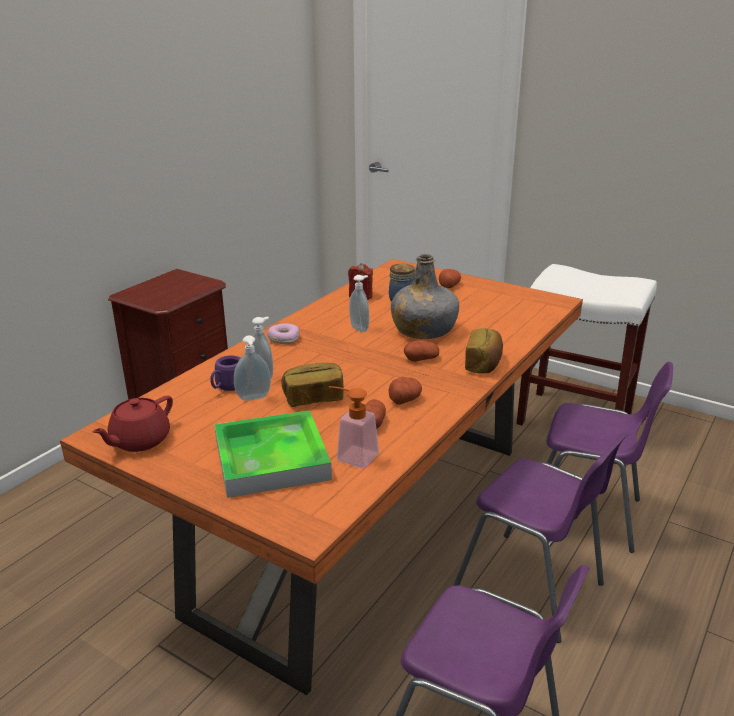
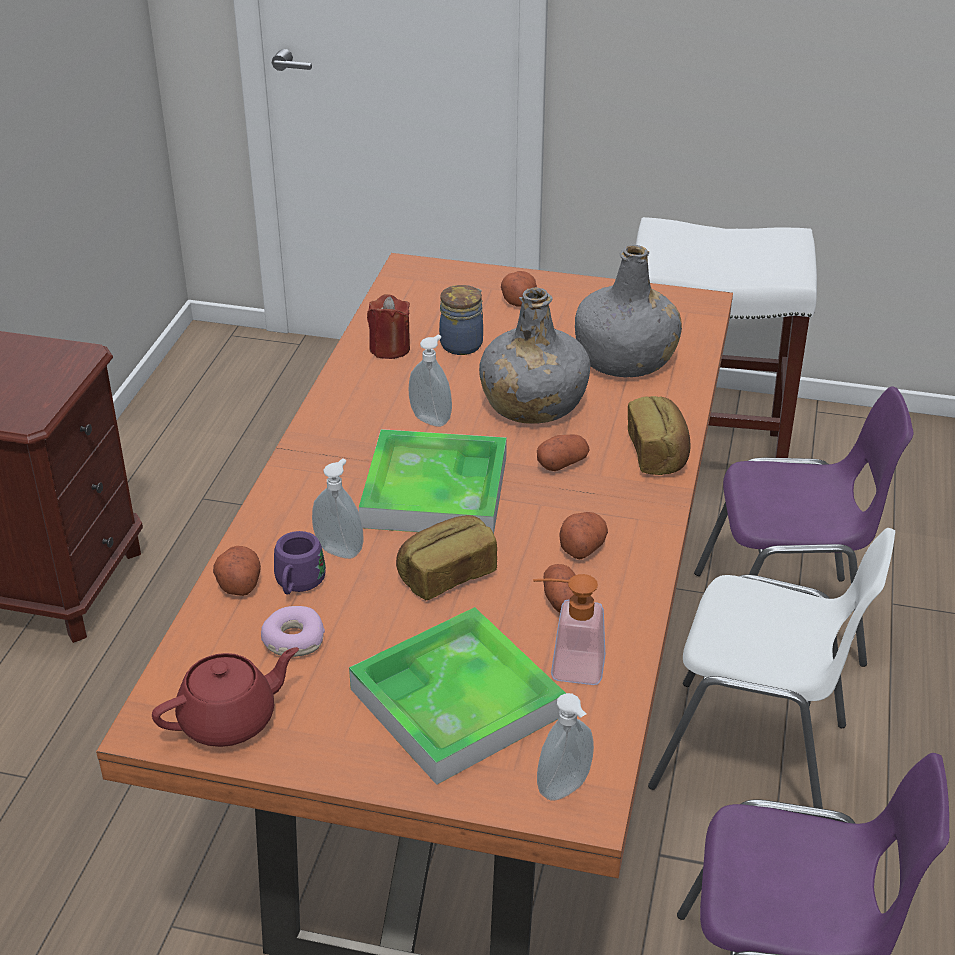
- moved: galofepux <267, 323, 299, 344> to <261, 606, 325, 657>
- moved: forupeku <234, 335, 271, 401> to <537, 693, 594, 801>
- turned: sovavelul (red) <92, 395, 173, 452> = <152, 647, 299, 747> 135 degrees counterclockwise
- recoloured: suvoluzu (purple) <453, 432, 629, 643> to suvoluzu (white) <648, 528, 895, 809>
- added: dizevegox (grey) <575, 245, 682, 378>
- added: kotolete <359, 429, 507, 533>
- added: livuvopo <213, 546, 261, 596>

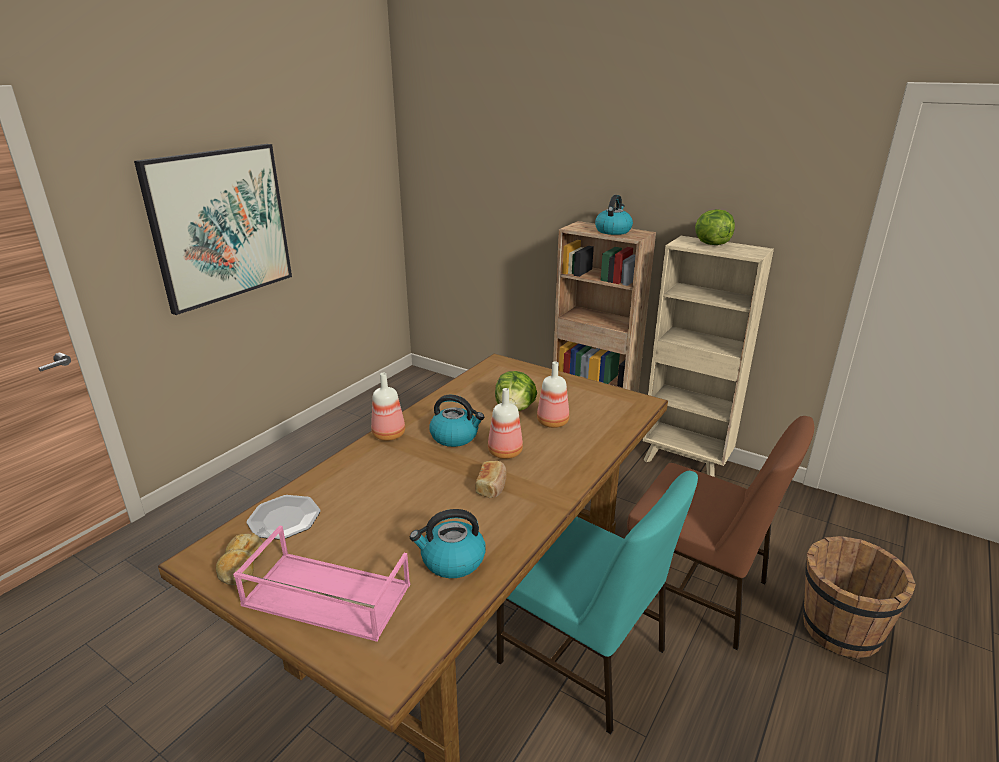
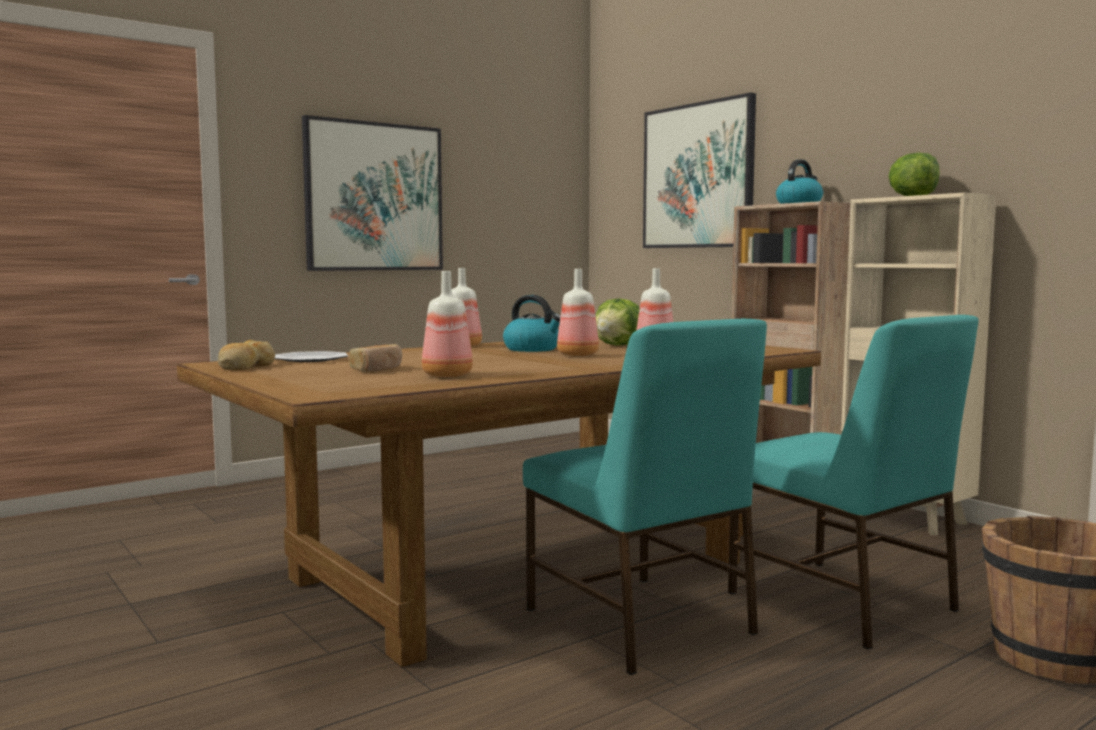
- recoloured: suvoluzu (brown) <627, 416, 814, 650> to suvoluzu (turquoise) <728, 315, 978, 650>
- moved: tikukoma <475, 461, 506, 498> to <349, 344, 402, 372>
- replaced: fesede <410, 509, 486, 578> to dizevegox <422, 271, 473, 377>
- removed: kotolete (pink) <233, 525, 410, 642>
- added: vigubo <643, 92, 756, 248>

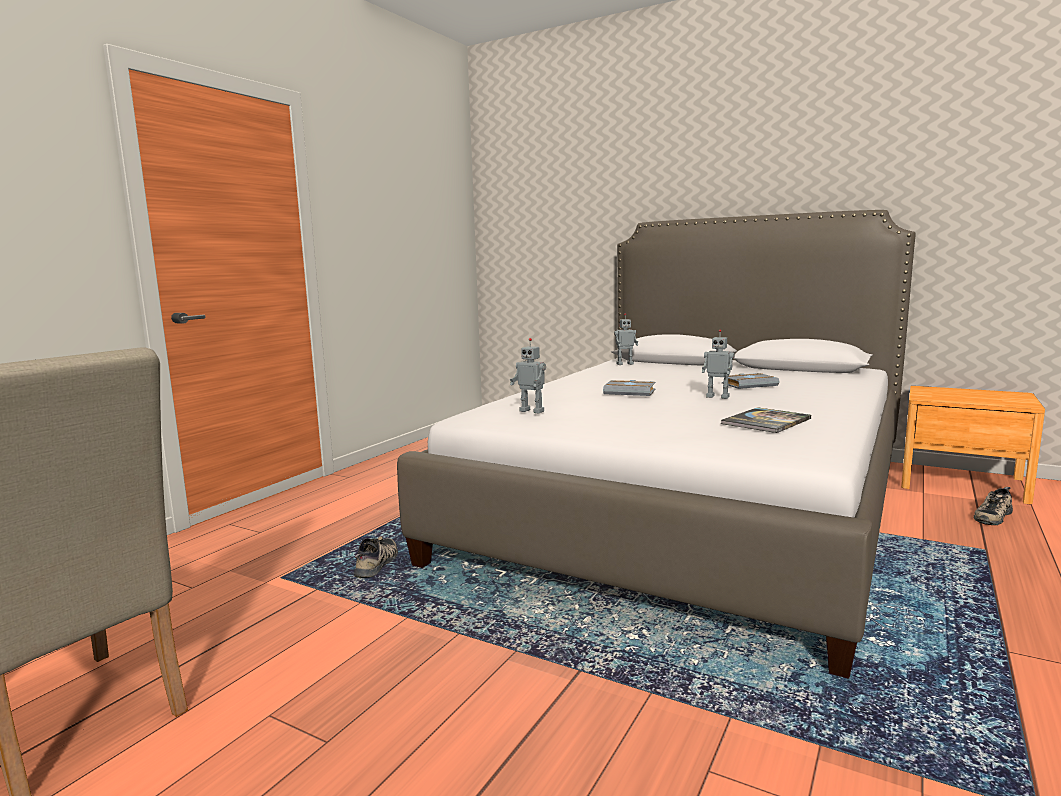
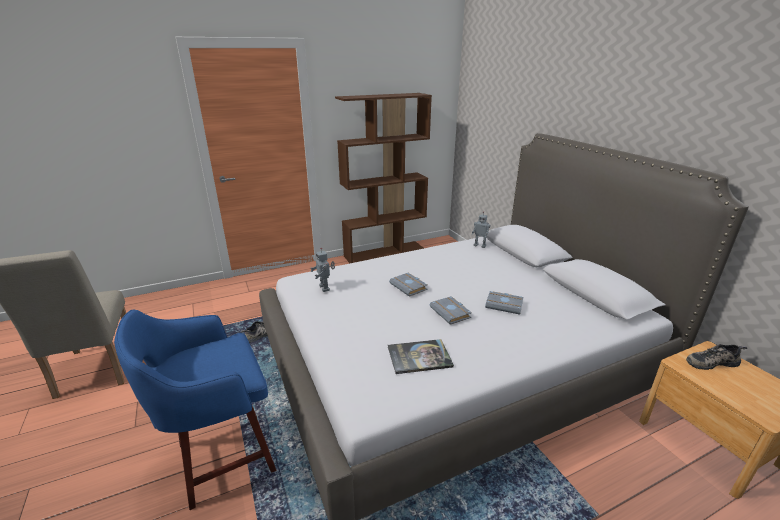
- replaced: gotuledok <702, 329, 735, 399> to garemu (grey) <430, 296, 472, 325>
- moved: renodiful <974, 487, 1013, 525> to <686, 344, 747, 370>
- added: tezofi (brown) <335, 93, 432, 263>
- added: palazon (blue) <114, 309, 276, 510>

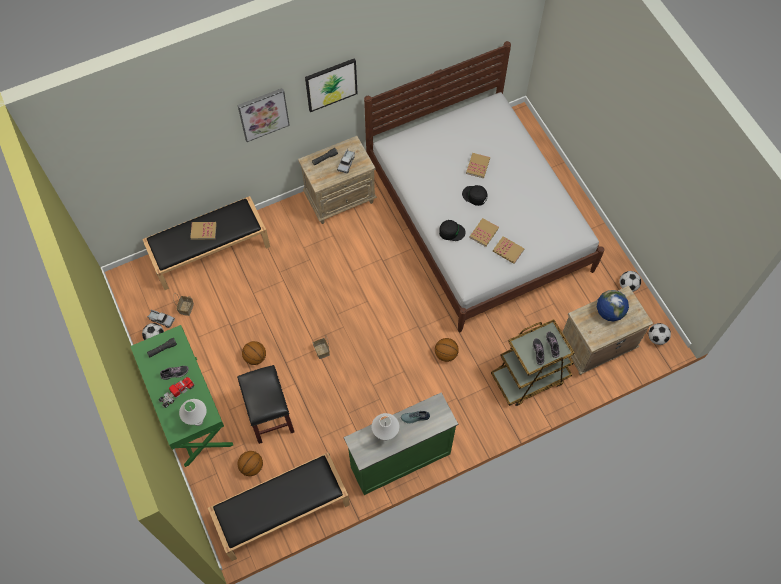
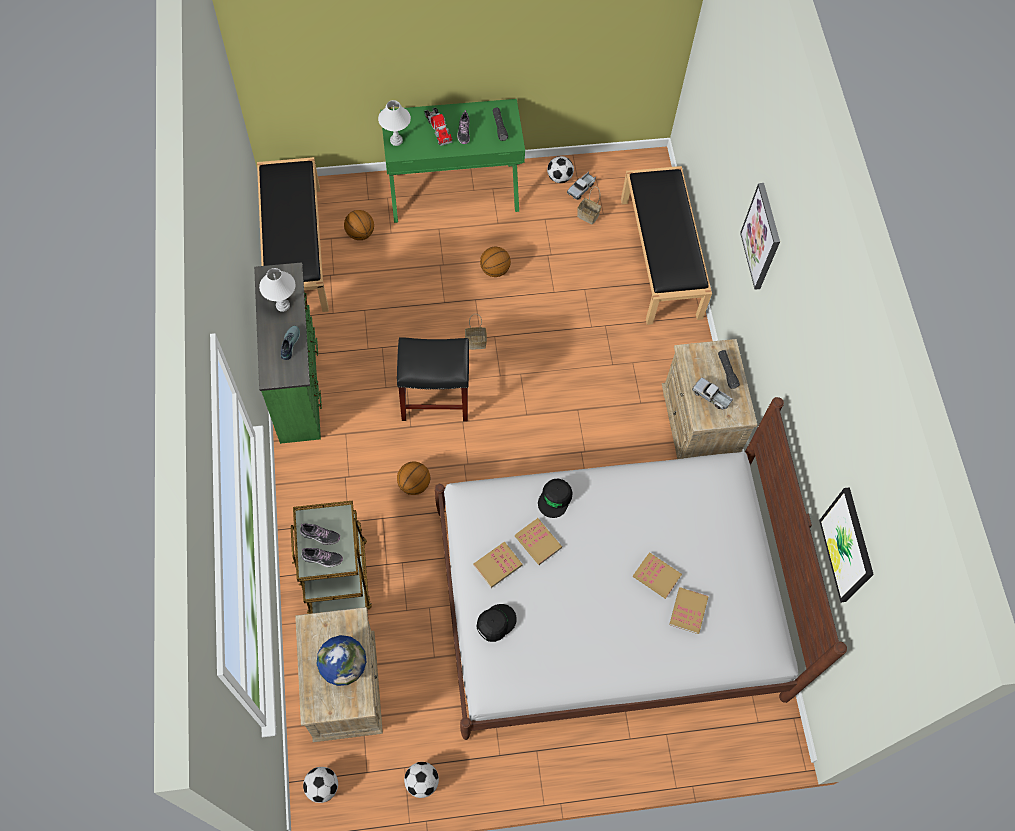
- moved: vigubo <305, 58, 358, 112> to <819, 487, 874, 602>
- moved: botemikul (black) <462, 185, 488, 206> to <476, 604, 517, 642>
- moved: garemu <190, 222, 217, 240> to <669, 587, 709, 634>
- moved: palazon (black) <237, 365, 295, 444> to <397, 337, 469, 421>

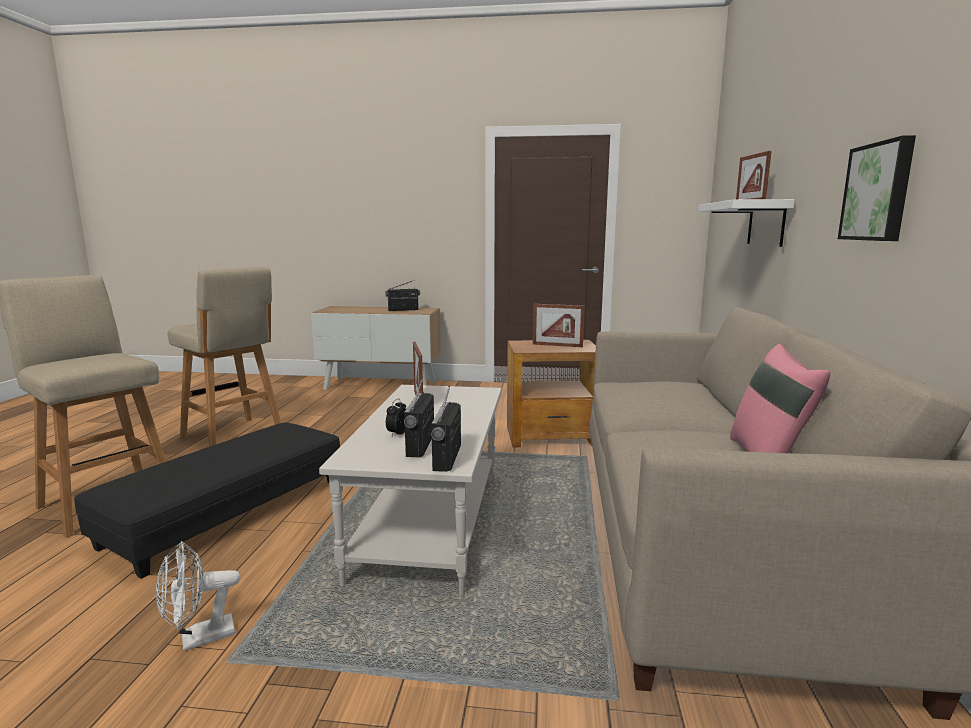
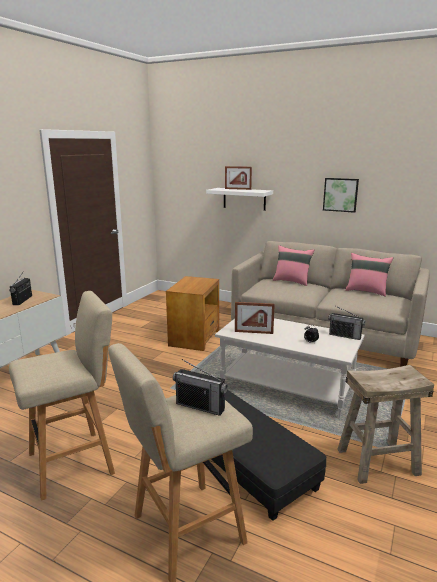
- removed: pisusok <533, 304, 585, 347>
- moved: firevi <404, 377, 434, 457> to <173, 359, 228, 416>
- replaced: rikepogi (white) <156, 541, 240, 651> to palazon (beige) <337, 365, 434, 484>
- added: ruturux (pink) <273, 245, 314, 286>

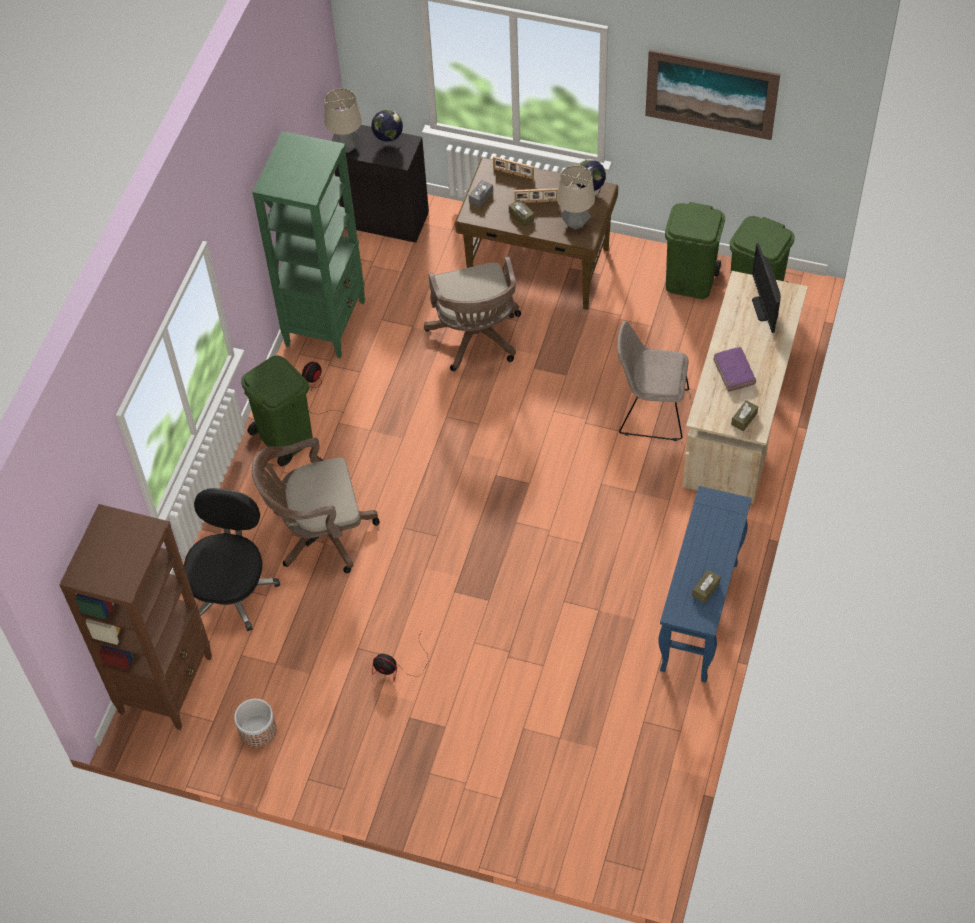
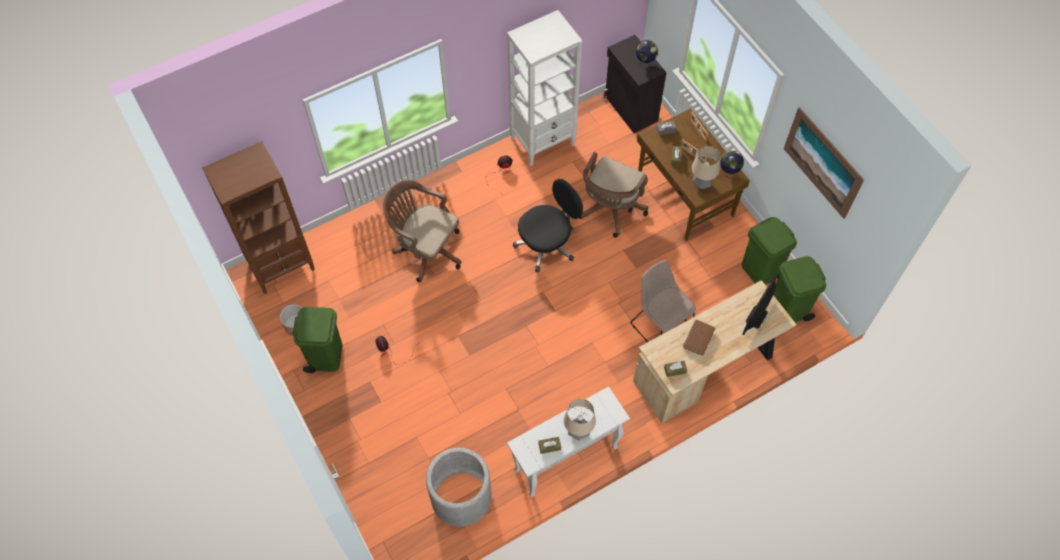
- moved: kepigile <325, 88, 362, 153> to <564, 399, 596, 441>
- recoloured: tezofi (green) <252, 131, 365, 358> to tezofi (white) <507, 10, 583, 166>
- recoloured: garemu (purple) <713, 347, 756, 392> to garemu (brown) <683, 320, 716, 356>
- moved: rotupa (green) <241, 356, 313, 466> to <293, 307, 343, 373>
- recoloured: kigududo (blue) <658, 486, 752, 683> to kigududo (white) <507, 387, 630, 497>
- moved: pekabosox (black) <184, 488, 280, 631> to <513, 179, 583, 273>
- added: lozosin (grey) <426, 448, 492, 527>

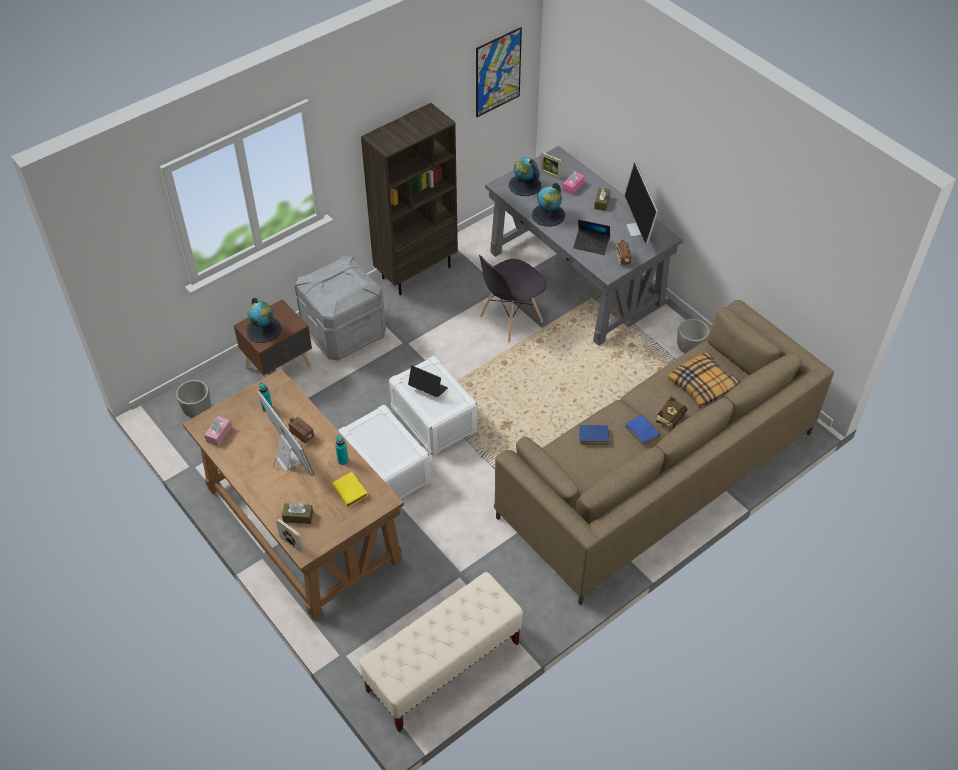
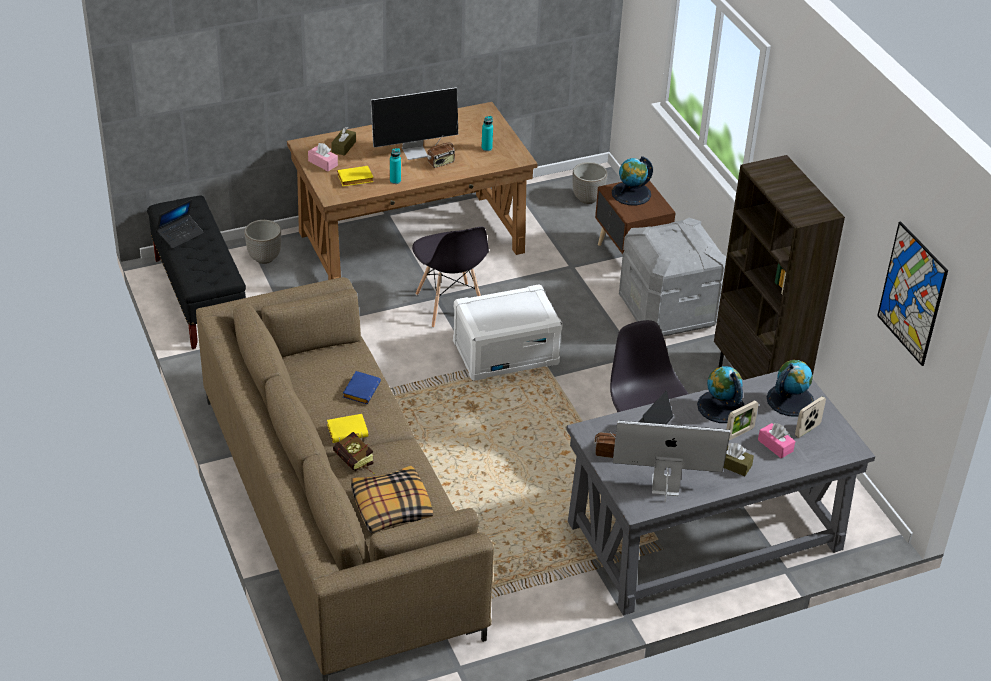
- moved: lozosin <677, 319, 709, 353> to <244, 220, 281, 264>
- moved: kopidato <408, 366, 448, 397> to <156, 199, 204, 249>
- replaced: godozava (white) <338, 405, 431, 499> to suvoluzu (grey) <412, 227, 489, 328>
- recoloured: garemu (blue) <625, 415, 660, 446> to garemu (yellow) <327, 414, 369, 443>
- moved: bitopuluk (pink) <204, 416, 232, 446> to <308, 143, 338, 171>
- moved: pisusok <276, 519, 304, 553> to <726, 400, 759, 440>
- recoloured: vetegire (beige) <359, 572, 523, 732> to vetegire (black) <147, 196, 246, 349>

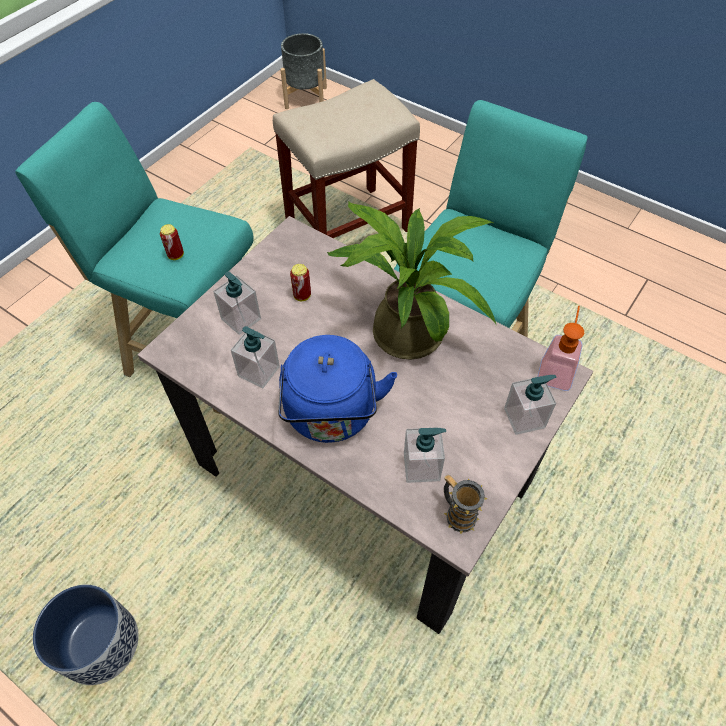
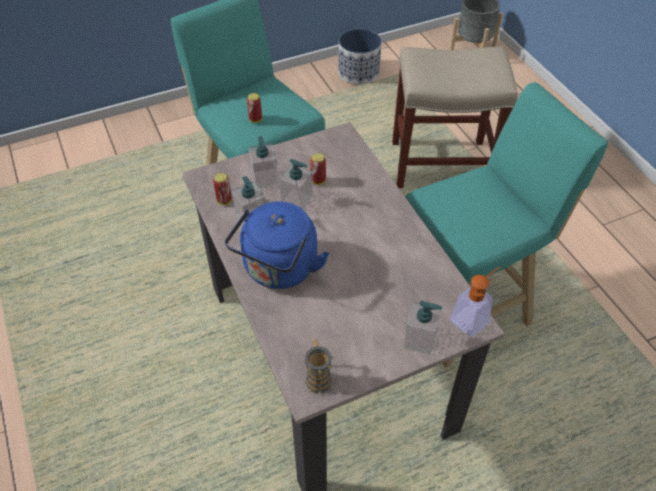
- removed: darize <327, 202, 497, 360>
- moved: forupeku <404, 427, 446, 483> to <279, 159, 313, 210>
- moved: lozosin <33, 585, 139, 685> to <338, 29, 381, 85>
- added: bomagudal <213, 173, 232, 205>

